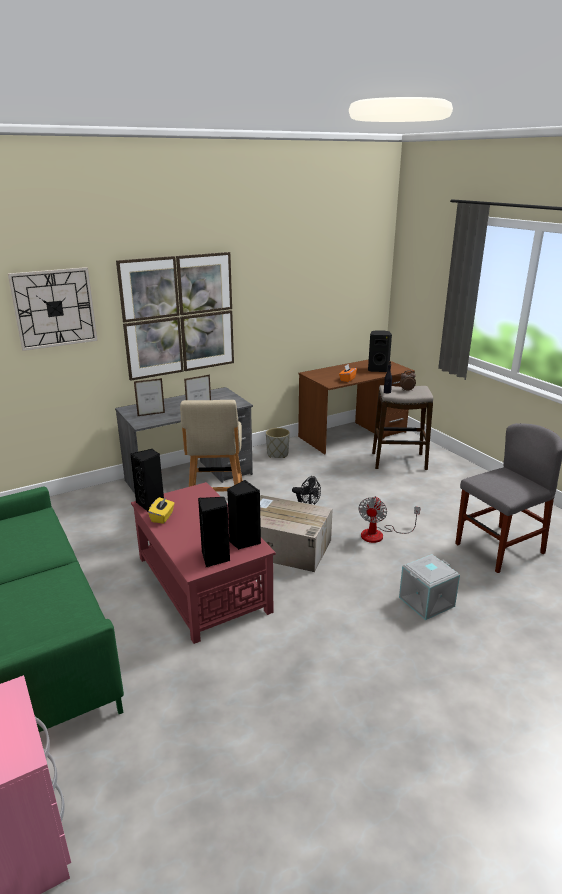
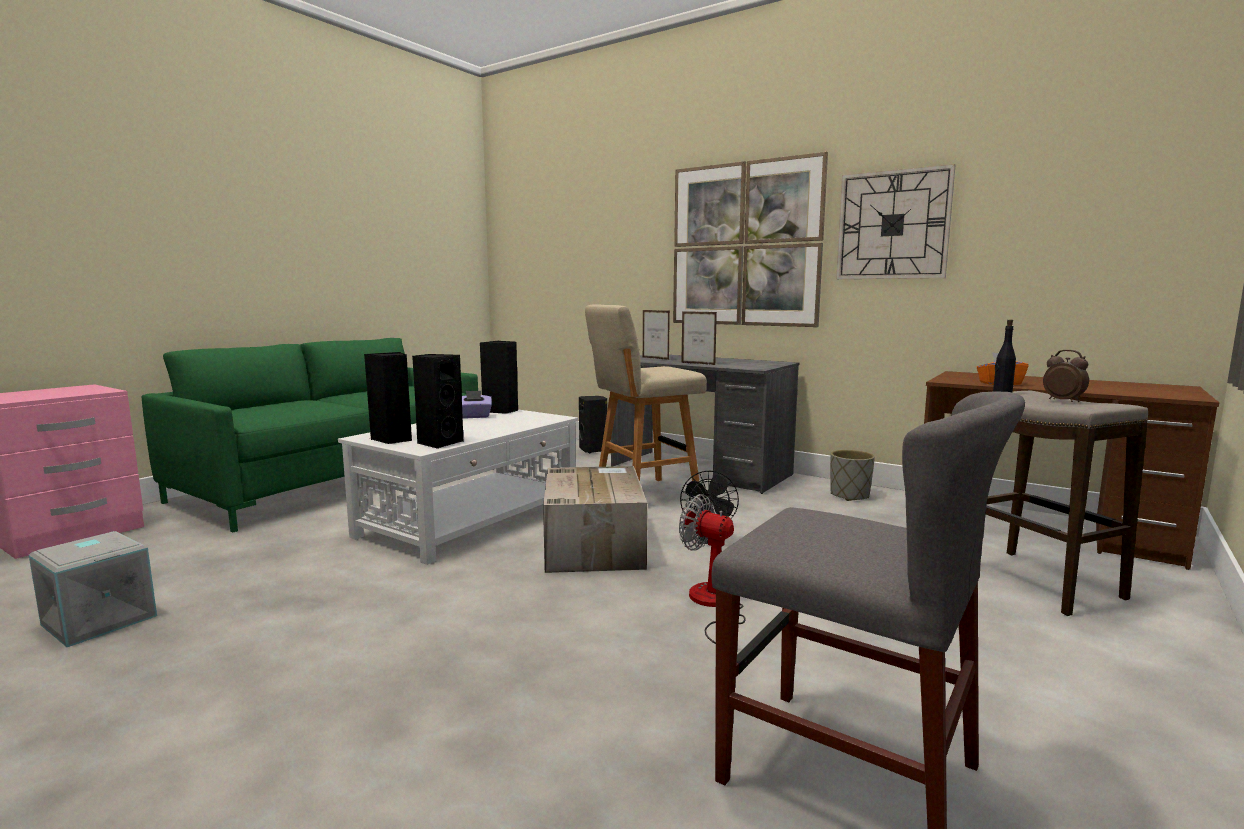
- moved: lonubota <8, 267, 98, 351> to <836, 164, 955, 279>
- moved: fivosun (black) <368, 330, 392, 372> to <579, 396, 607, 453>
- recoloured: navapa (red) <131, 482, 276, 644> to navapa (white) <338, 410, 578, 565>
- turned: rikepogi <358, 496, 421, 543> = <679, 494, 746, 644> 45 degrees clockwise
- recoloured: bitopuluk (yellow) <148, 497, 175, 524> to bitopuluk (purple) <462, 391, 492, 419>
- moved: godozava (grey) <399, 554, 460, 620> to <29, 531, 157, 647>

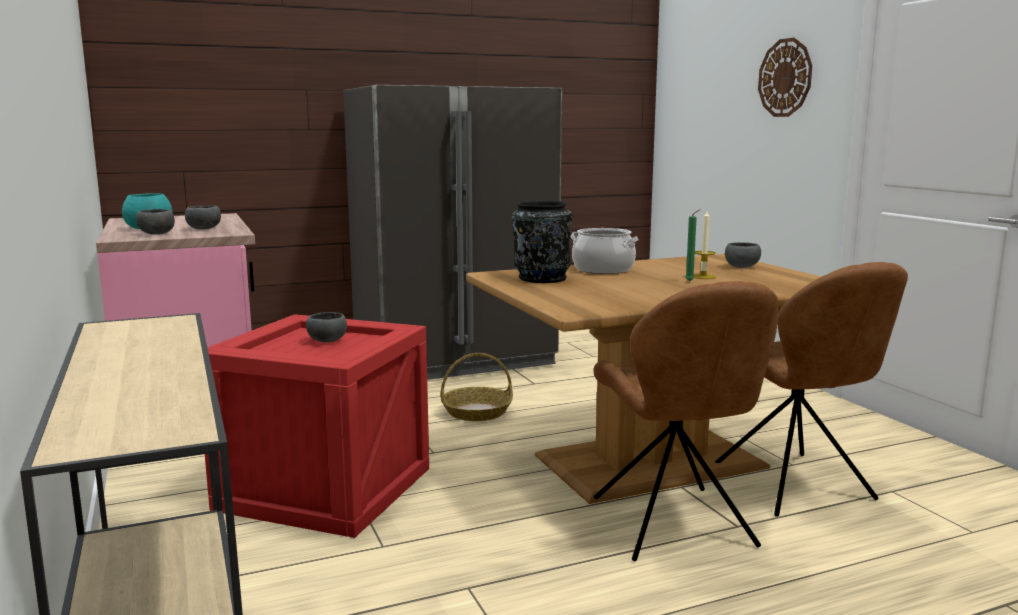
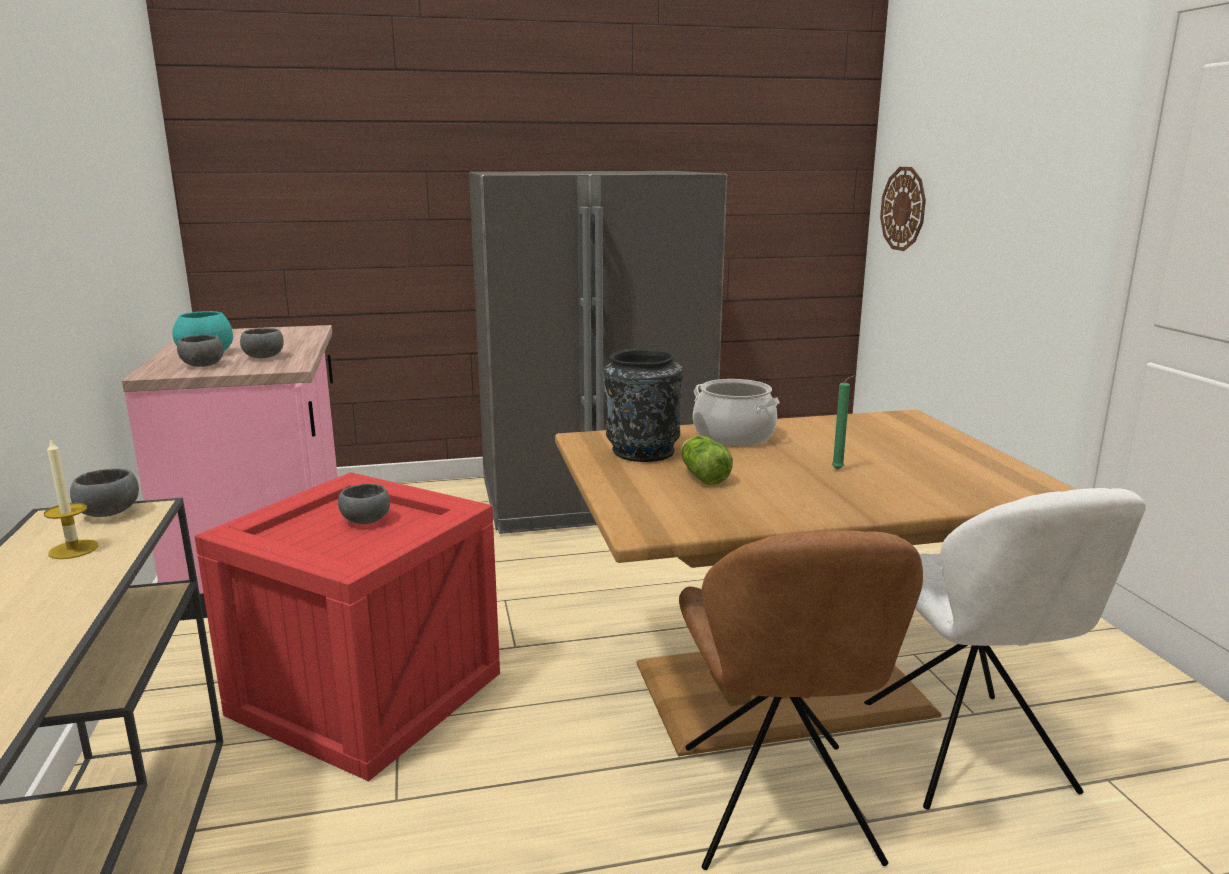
- moved: lonubota <758, 38, 812, 117> to <880, 167, 926, 251>
- moved: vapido <694, 211, 716, 279> to <44, 438, 98, 559>
- moved: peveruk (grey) <725, 242, 761, 268> to <70, 468, 139, 517>
- recoloured: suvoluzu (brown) <715, 262, 908, 517> to suvoluzu (white) <864, 488, 1146, 810>
- removed: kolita <440, 353, 513, 421>
- added: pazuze <681, 436, 733, 485>

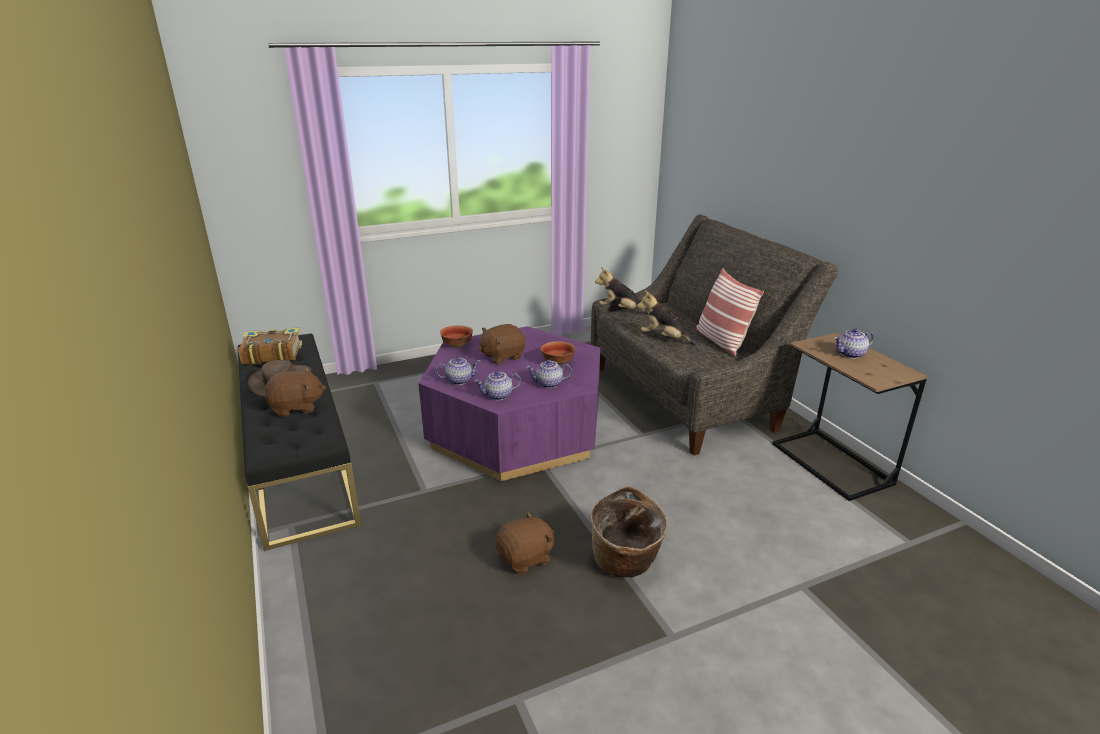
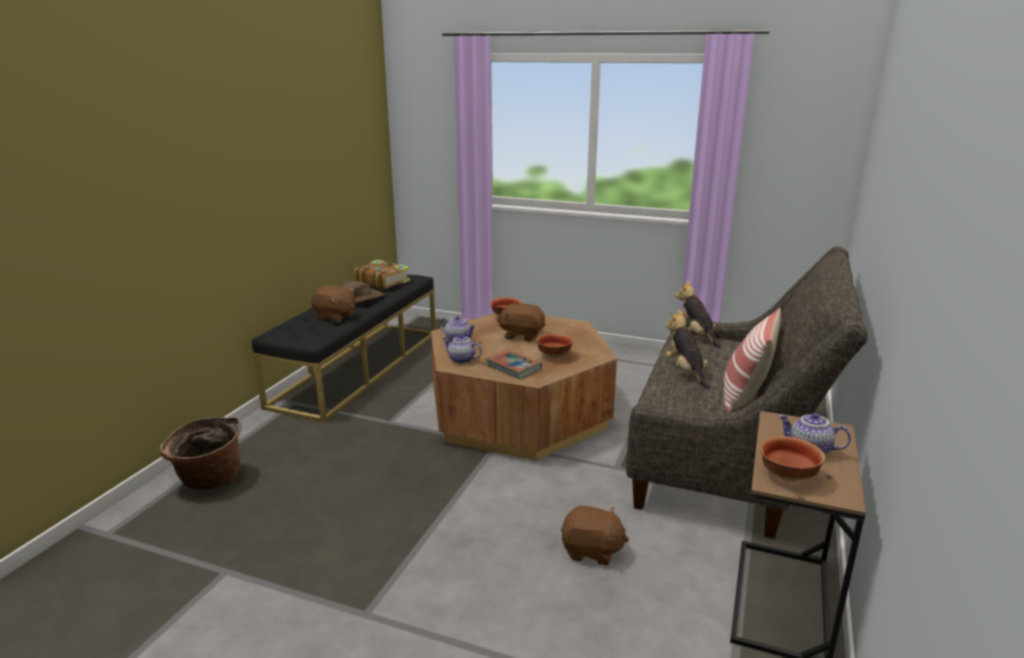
- recoloured: navapa (purple) <418, 326, 600, 481> to navapa (brown) <431, 313, 617, 461>
- replaced: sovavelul <526, 360, 572, 388> to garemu <485, 350, 542, 379>
- moved: kolita <590, 486, 668, 578> to <160, 417, 241, 490>
- moved: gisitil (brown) <495, 512, 554, 574> to <561, 505, 629, 565>
- added: peveruk <760, 436, 825, 482>

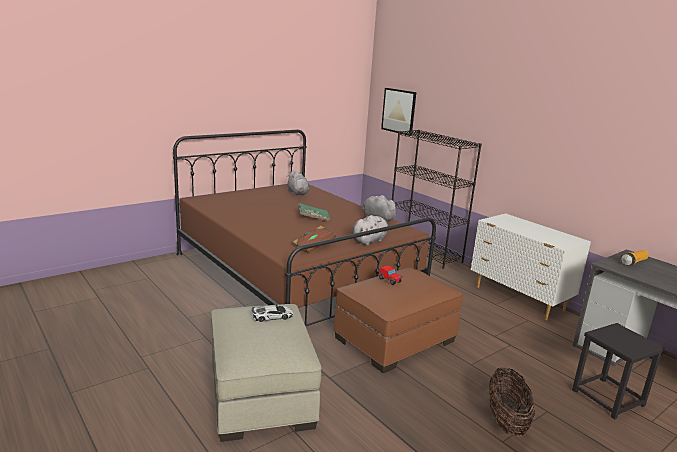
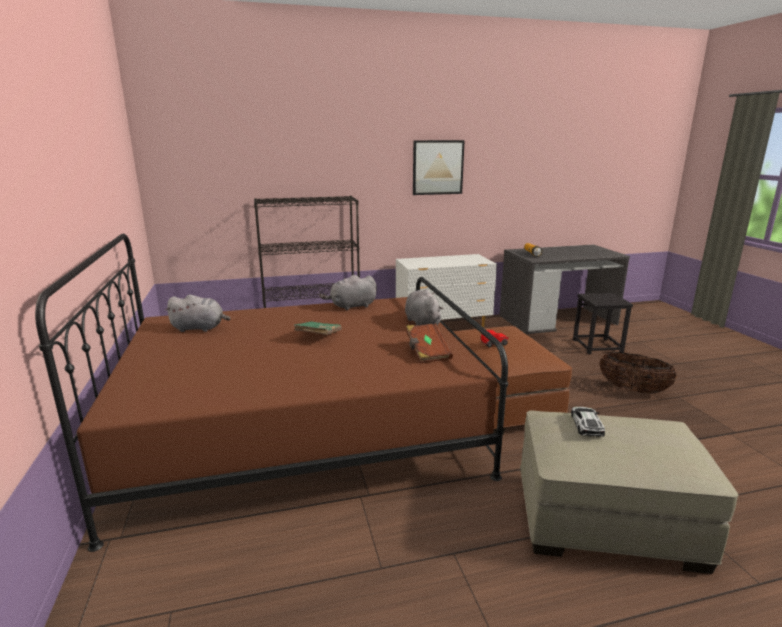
- moved: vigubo <381, 88, 416, 136> to <413, 140, 465, 195>

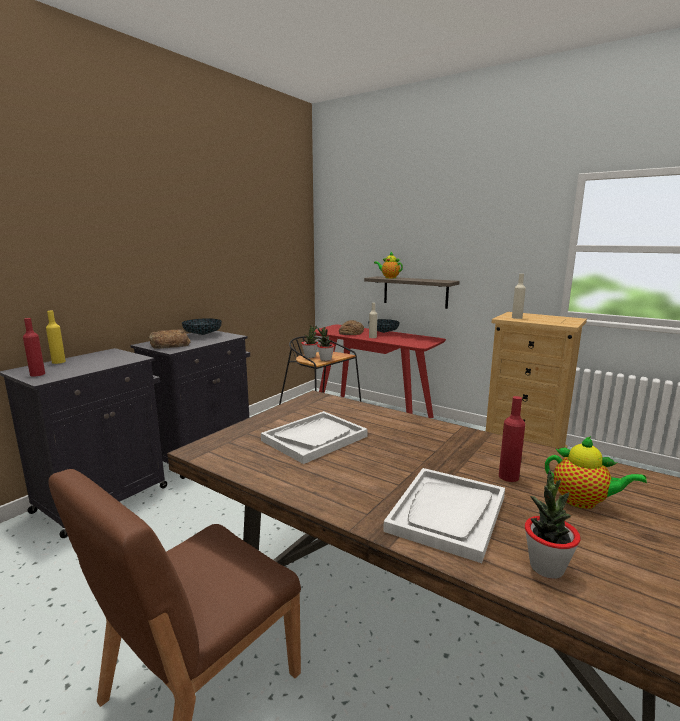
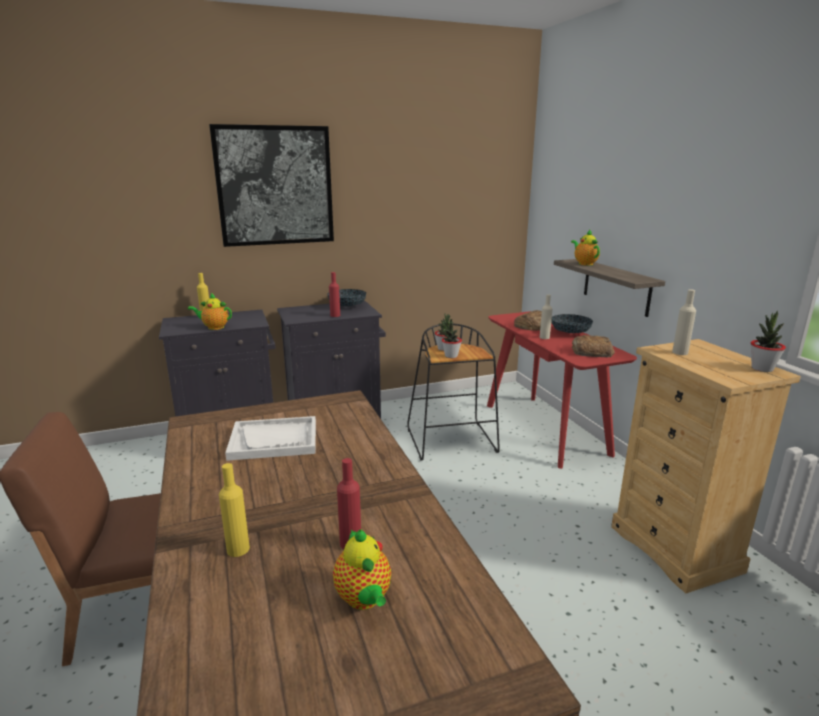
- moved: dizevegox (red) <23, 318, 45, 376> to <329, 272, 340, 317>
- moved: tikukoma <148, 329, 190, 349> to <572, 335, 615, 357>
- replaced: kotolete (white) <383, 468, 505, 563> to dizevegox (yellow) <219, 463, 250, 557>
- moved: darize <525, 470, 581, 579> to <751, 311, 786, 372>
- added: vigubo <209, 124, 334, 247>
- added: sovavelul <188, 293, 232, 330>

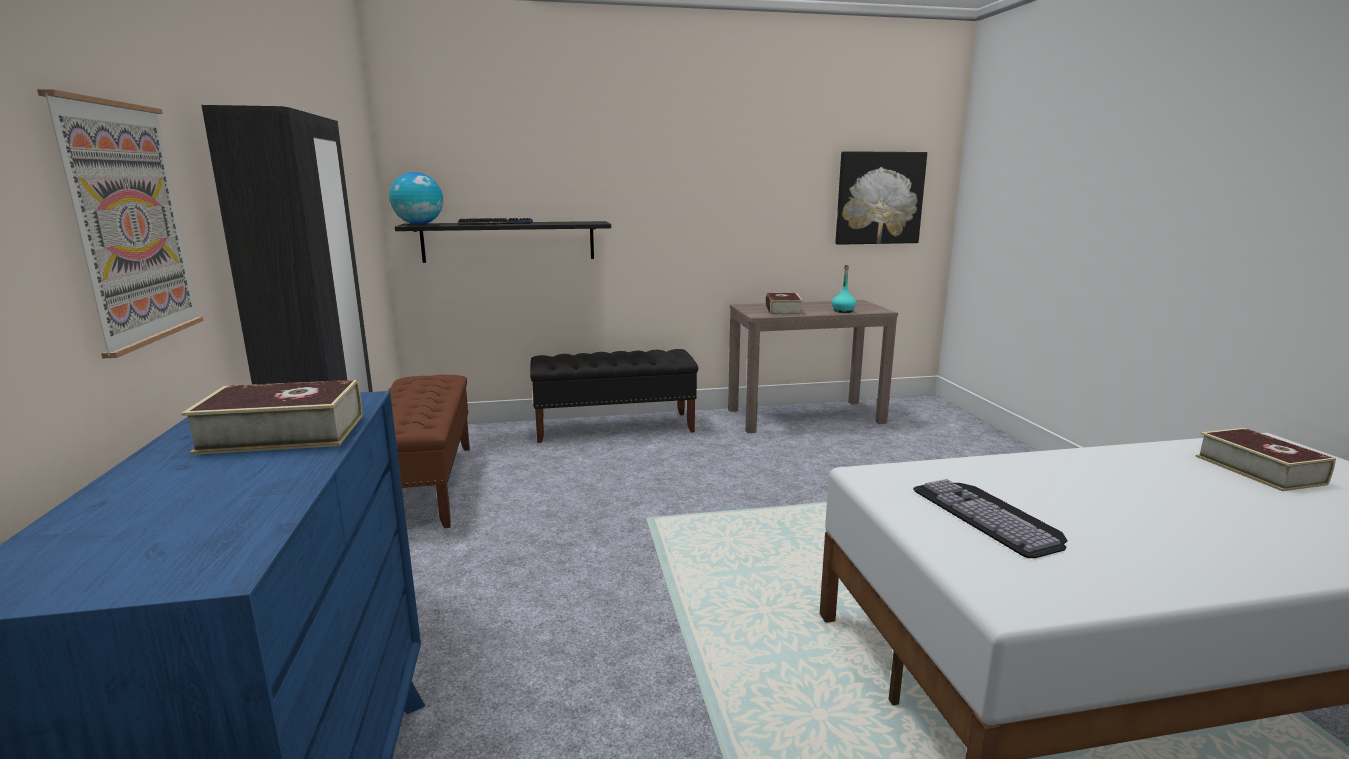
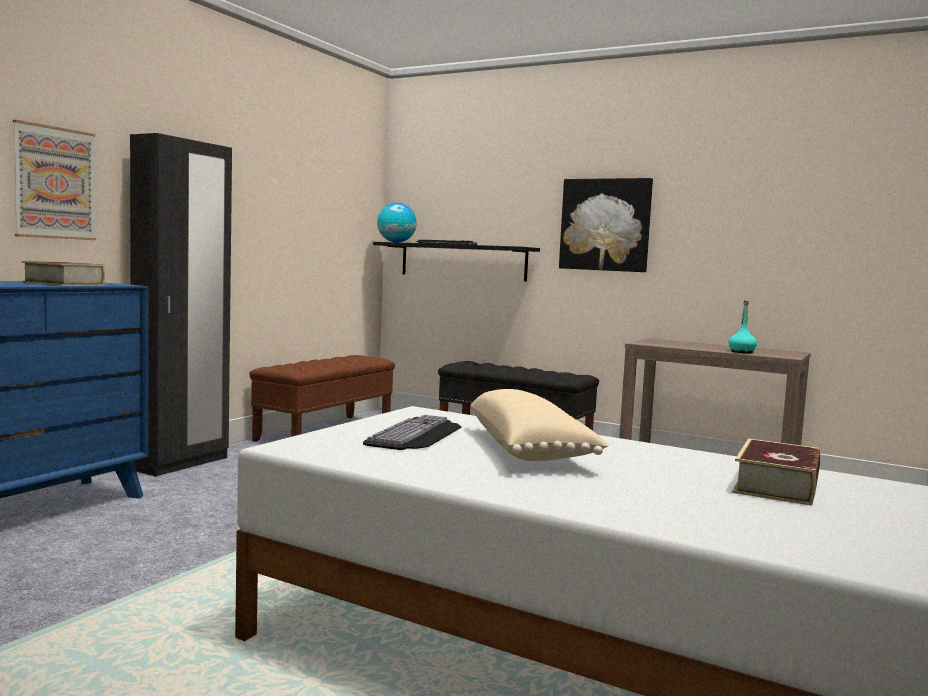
- moved: vigubo <835, 151, 927, 245> to <559, 178, 653, 272>
- removed: garemu <766, 293, 803, 315>
- added: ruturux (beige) <470, 389, 609, 461>

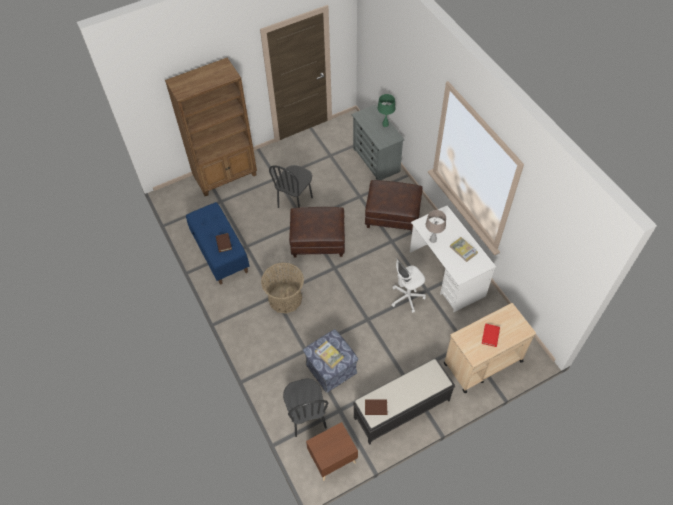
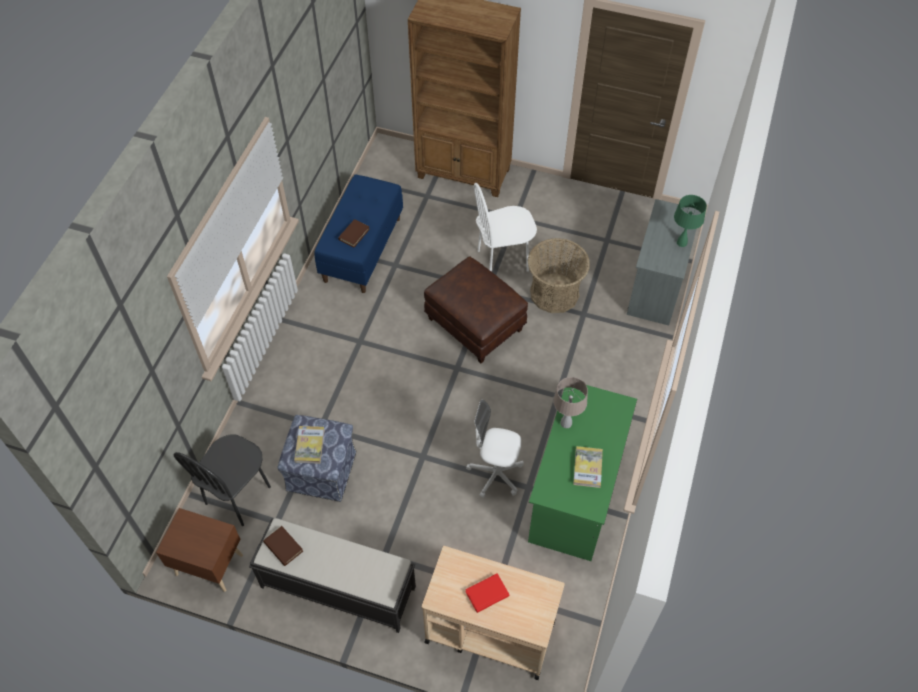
- recoloured: suvoluzu (black) <269, 165, 313, 208> to suvoluzu (white) <474, 183, 537, 272>
- removed: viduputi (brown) <365, 180, 423, 231>
- recoloured: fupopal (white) <410, 205, 496, 312> to fupopal (green) <528, 385, 637, 561>
- moved: kolita <261, 262, 304, 314> to <528, 238, 590, 313>

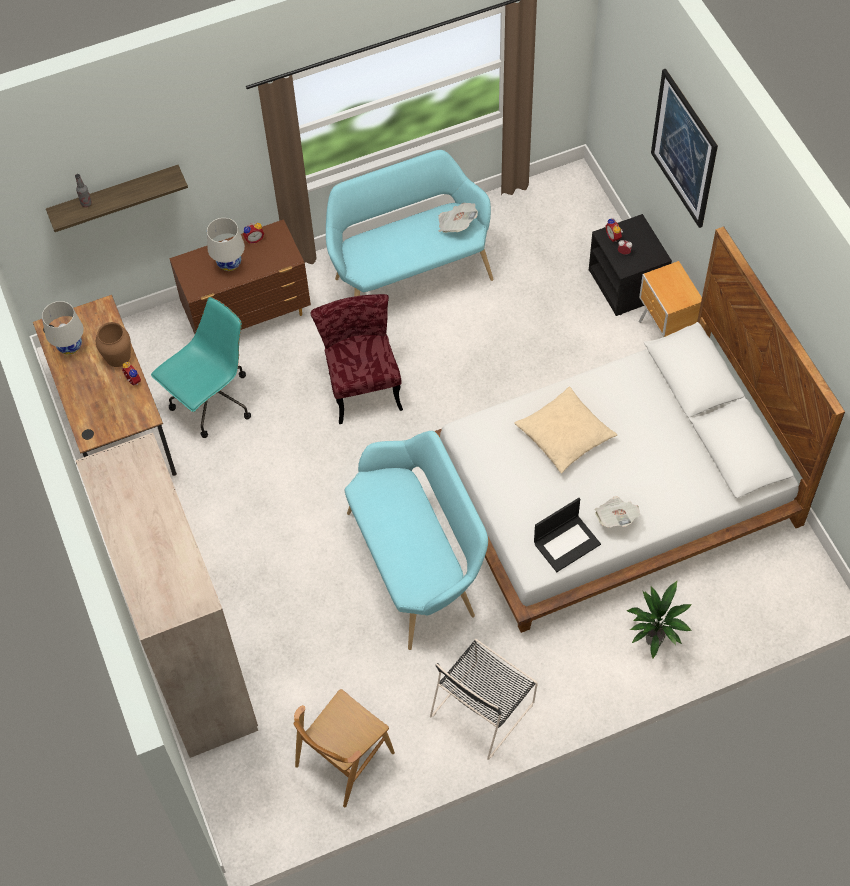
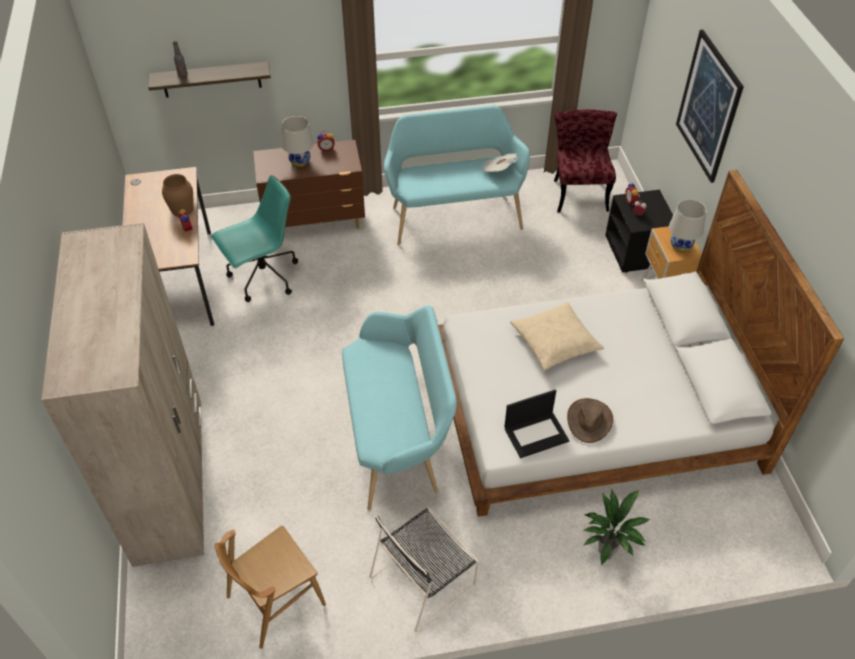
- moved: suvoluzu (red) <310, 294, 403, 424> to <554, 110, 617, 212>
- moved: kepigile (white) <42, 301, 84, 355> to <669, 199, 707, 252>
- replaced: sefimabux <594, 496, 641, 528> to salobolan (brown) <567, 398, 613, 443>

